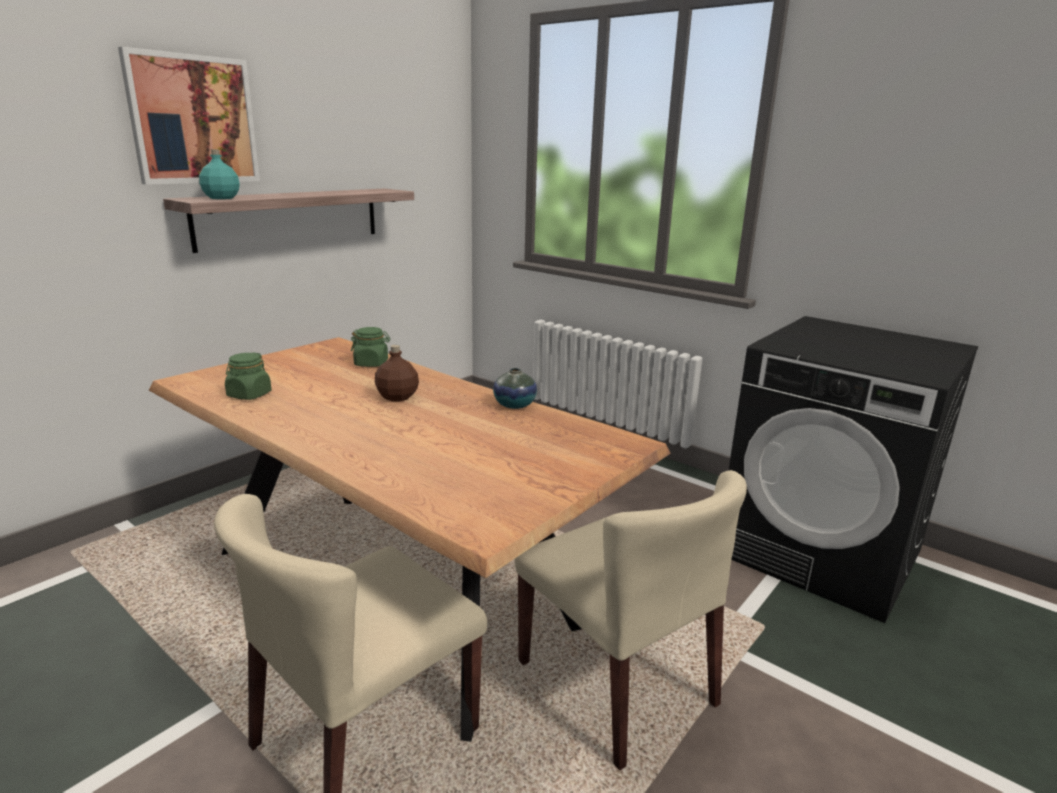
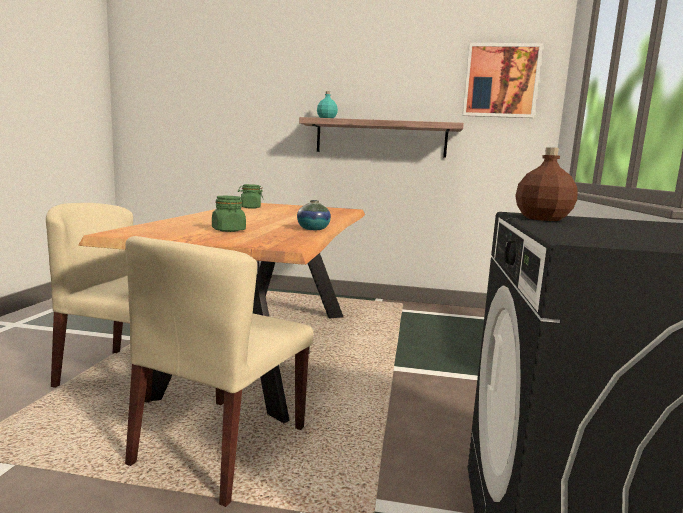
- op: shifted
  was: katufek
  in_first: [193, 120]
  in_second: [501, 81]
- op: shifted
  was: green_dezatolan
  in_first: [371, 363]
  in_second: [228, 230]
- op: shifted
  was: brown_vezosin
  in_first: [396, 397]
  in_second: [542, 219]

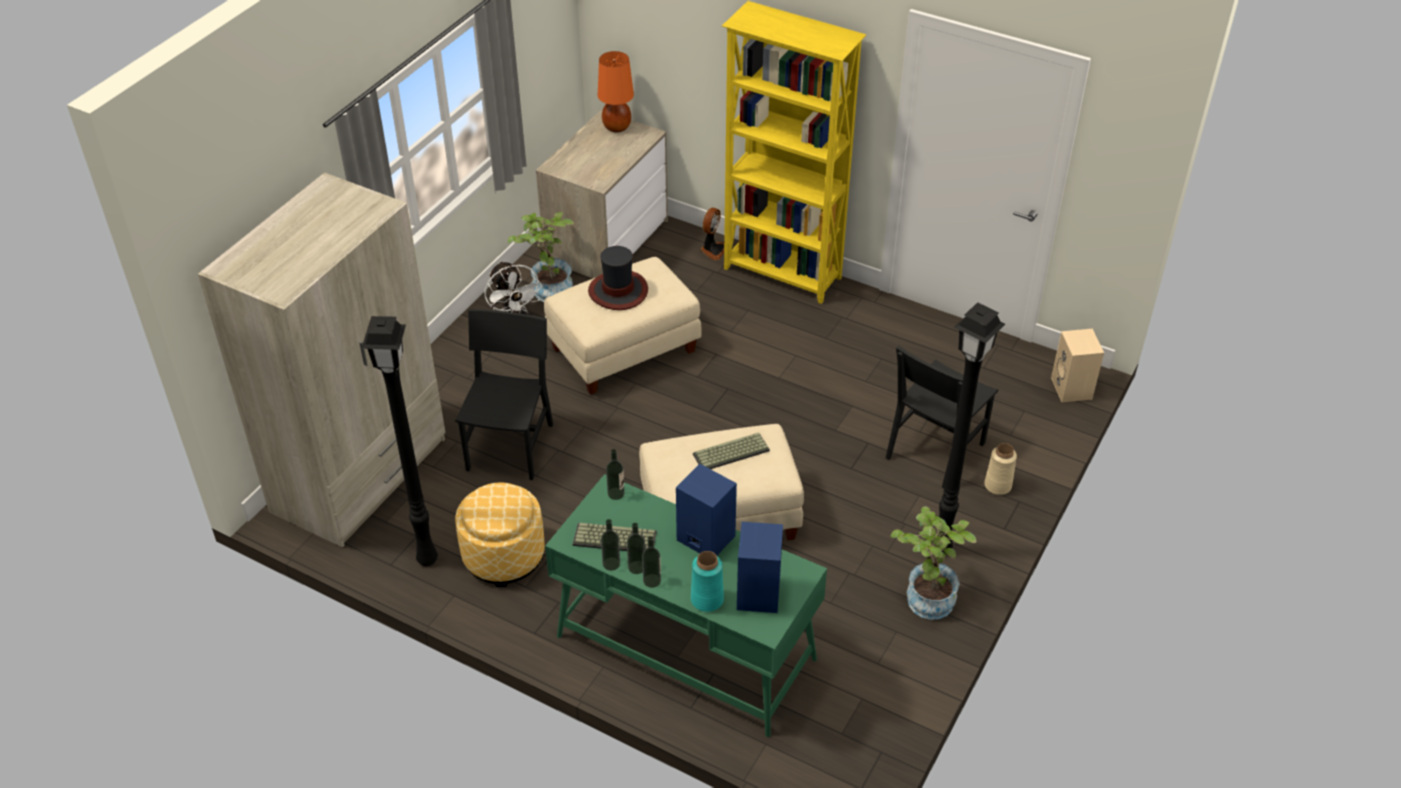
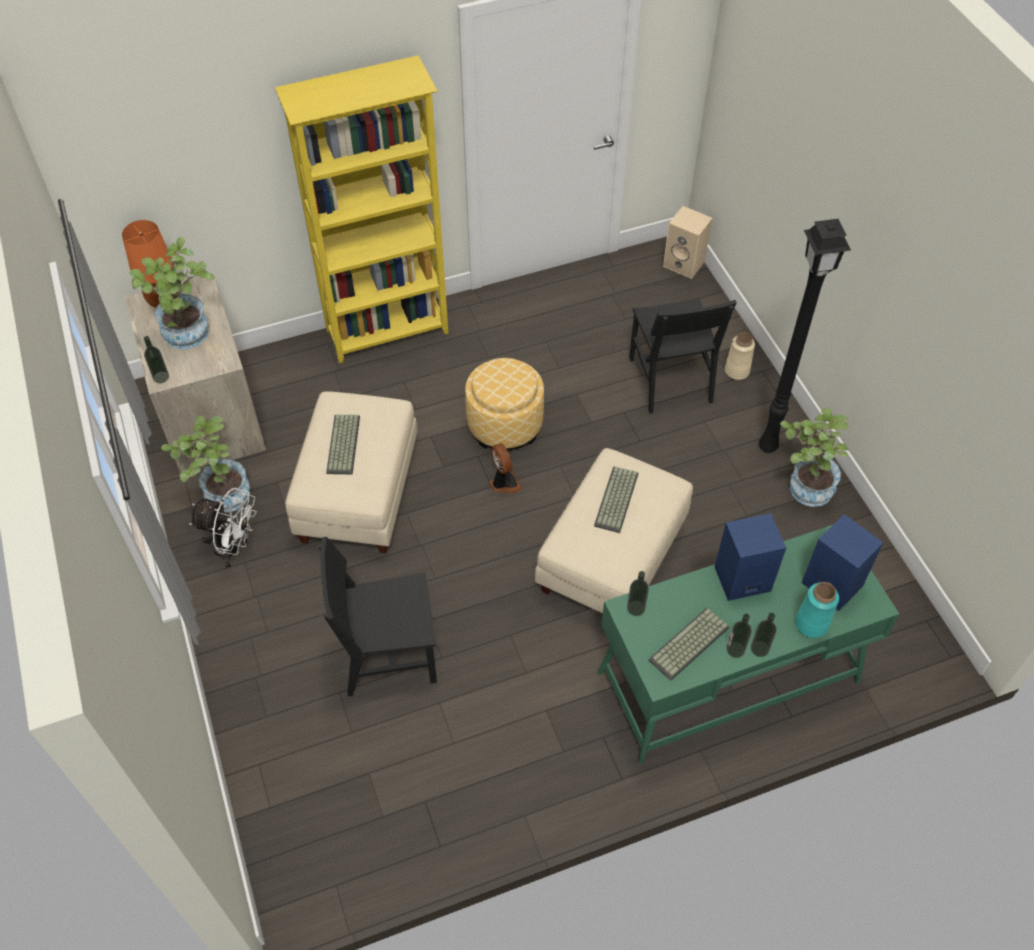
- op: gone
  was: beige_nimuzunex
  in_first: [361, 475]
- op: gone
  was: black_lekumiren
  in_first: [426, 558]
- op: rotated
  was: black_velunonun
  in_first: [510, 447]
  in_second: [388, 654]
  clockwise: -60
- op: shifted
  was: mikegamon
  in_first: [503, 556]
  in_second: [505, 424]
- op: swapped
  was: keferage
  now: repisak
  in_first: [618, 291]
  in_second: [344, 445]
- op: shifted
  was: vezosin
  in_first: [611, 563]
  in_second: [161, 377]
- op: shifted
  was: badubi
  in_first: [713, 250]
  in_second: [504, 483]
- op: new
  now: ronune
  in_second: [189, 337]

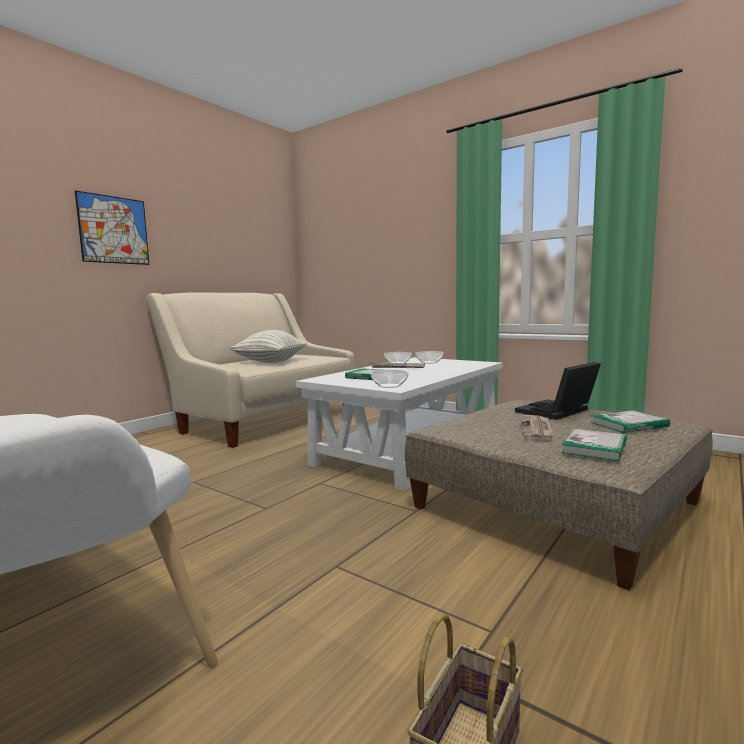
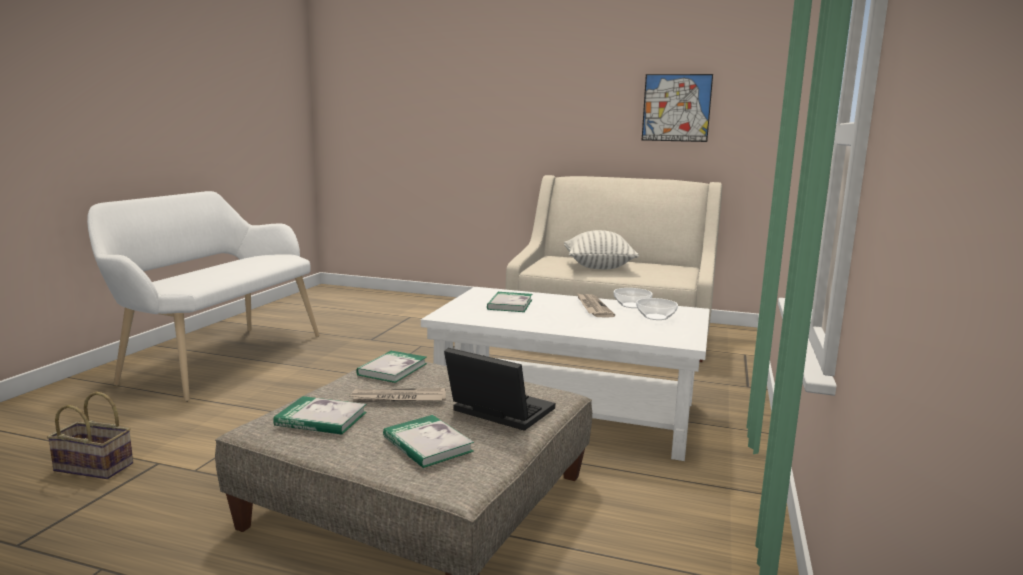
- op: shifted
  was: katufek
  in_first: [114, 230]
  in_second: [676, 108]
- op: gone
  was: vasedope
  in_first: [389, 385]
- op: new
  now: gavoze
  in_second: [392, 369]

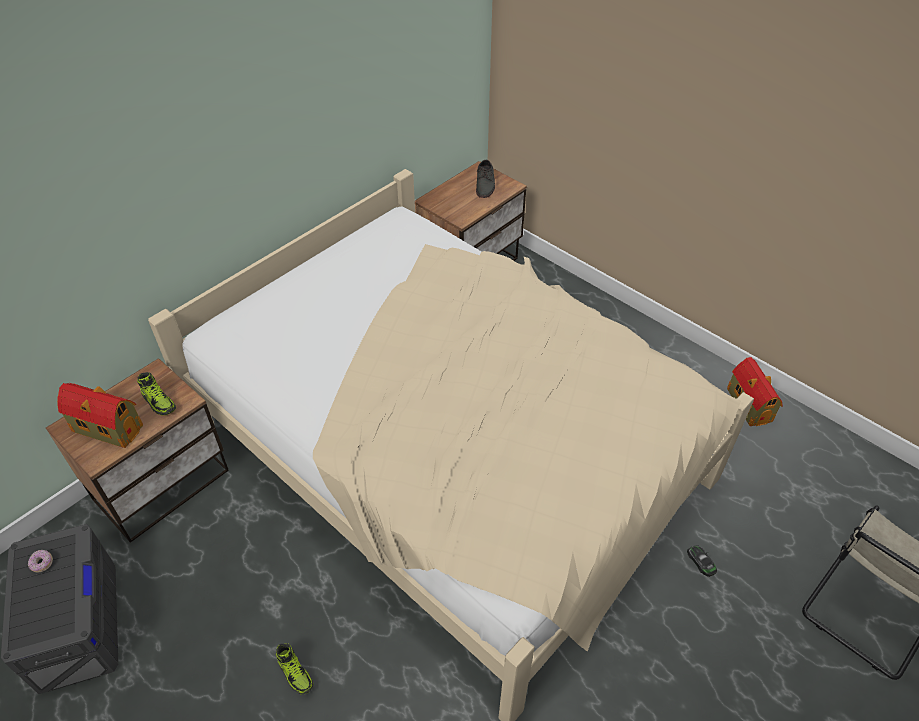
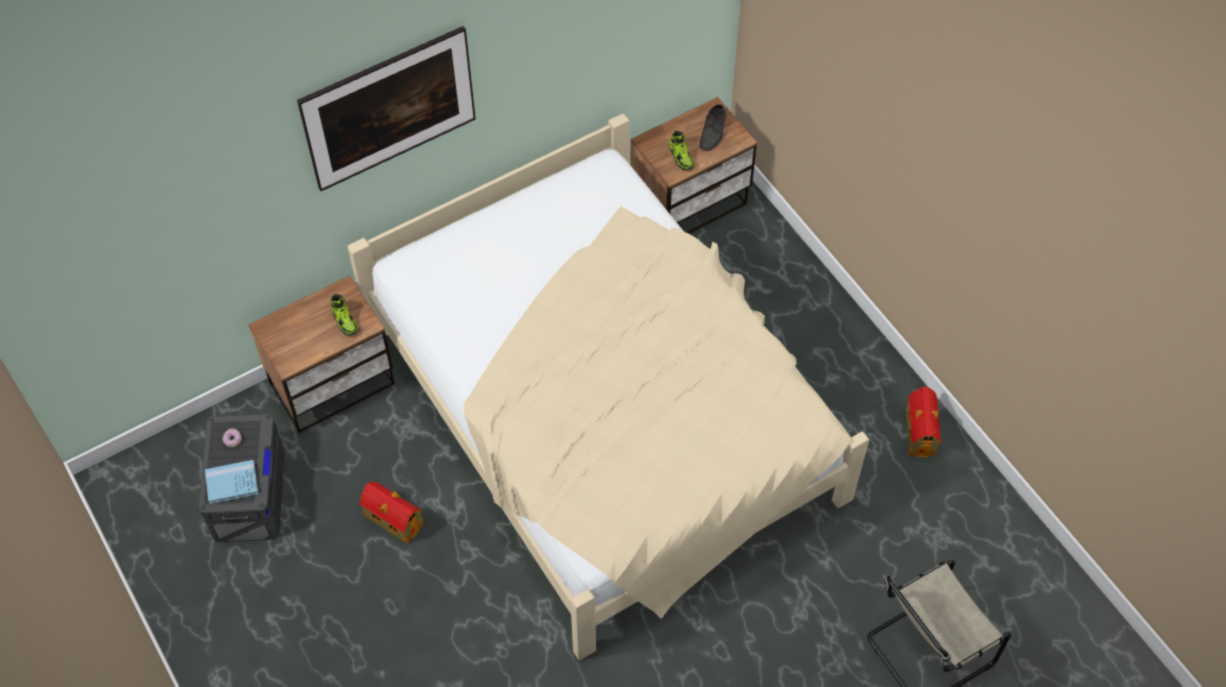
- op: shifted
  was: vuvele
  in_first: [106, 428]
  in_second: [393, 519]
- op: shifted
  was: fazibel
  in_first: [295, 672]
  in_second: [681, 157]
- op: gone
  was: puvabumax
  in_first: [701, 562]
- op: new
  now: blue_gavoze
  in_second: [232, 483]
- op: new
  now: katufek
  in_second: [393, 130]

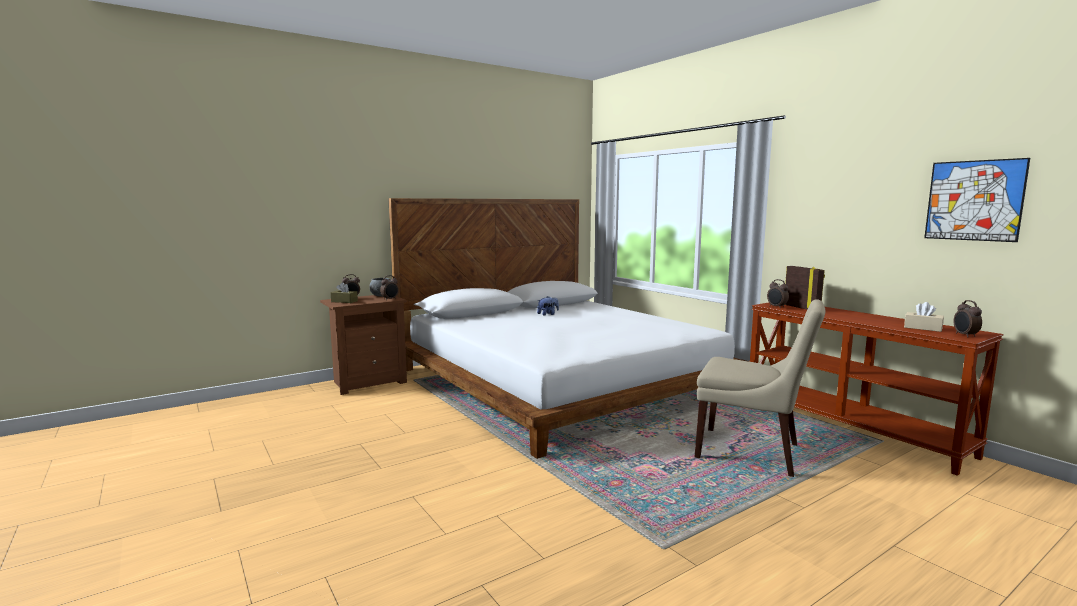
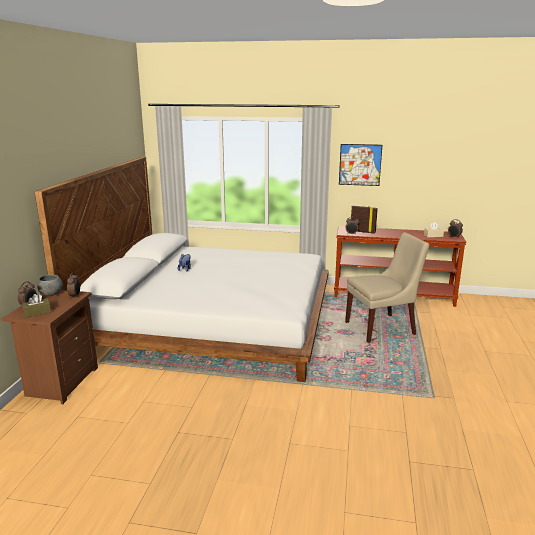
- op: shifted
  was: katufek
  in_first: [974, 200]
  in_second: [360, 164]

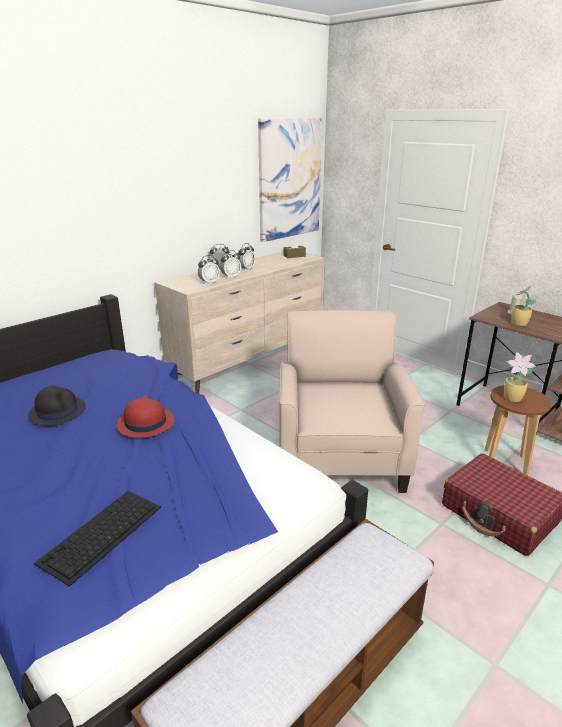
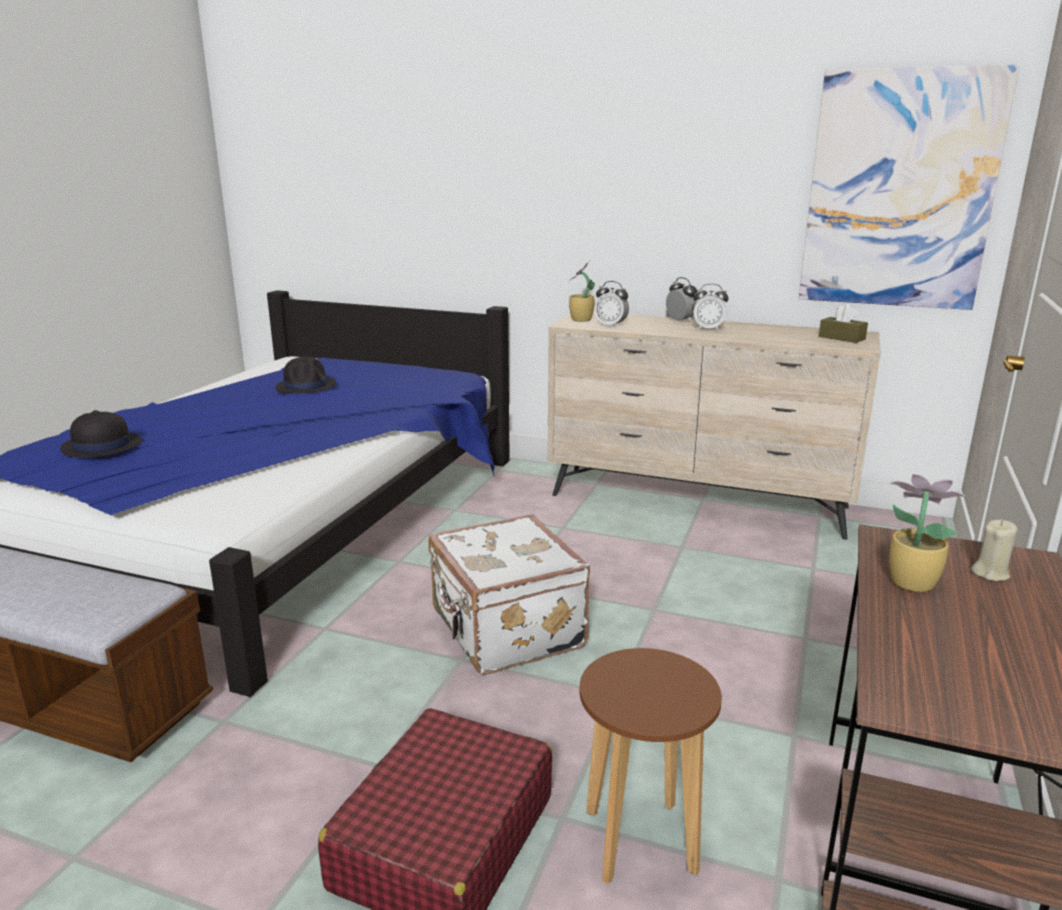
- op: swapped
  was: repisak
  now: black_keferage
  in_first: [101, 535]
  in_second: [101, 446]
- op: gone
  was: red_keferage
  in_first: [145, 423]
- op: gone
  was: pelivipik
  in_first: [231, 277]
- op: swapped
  was: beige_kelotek
  now: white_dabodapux
  in_first: [339, 456]
  in_second: [505, 631]
- op: shifted
  was: ronune
  in_first: [513, 399]
  in_second: [580, 320]

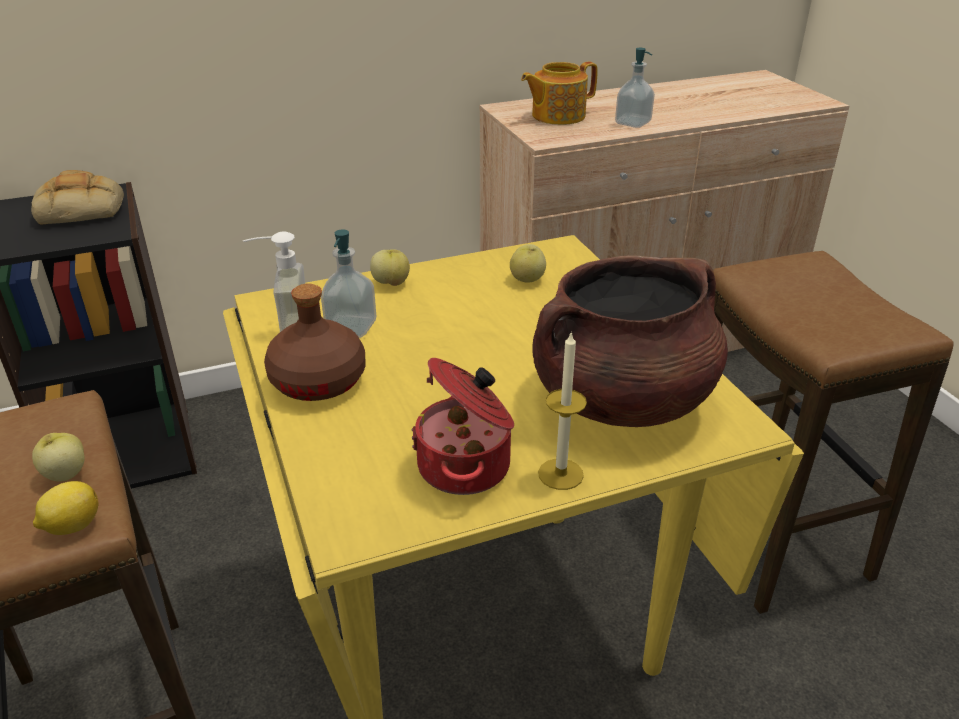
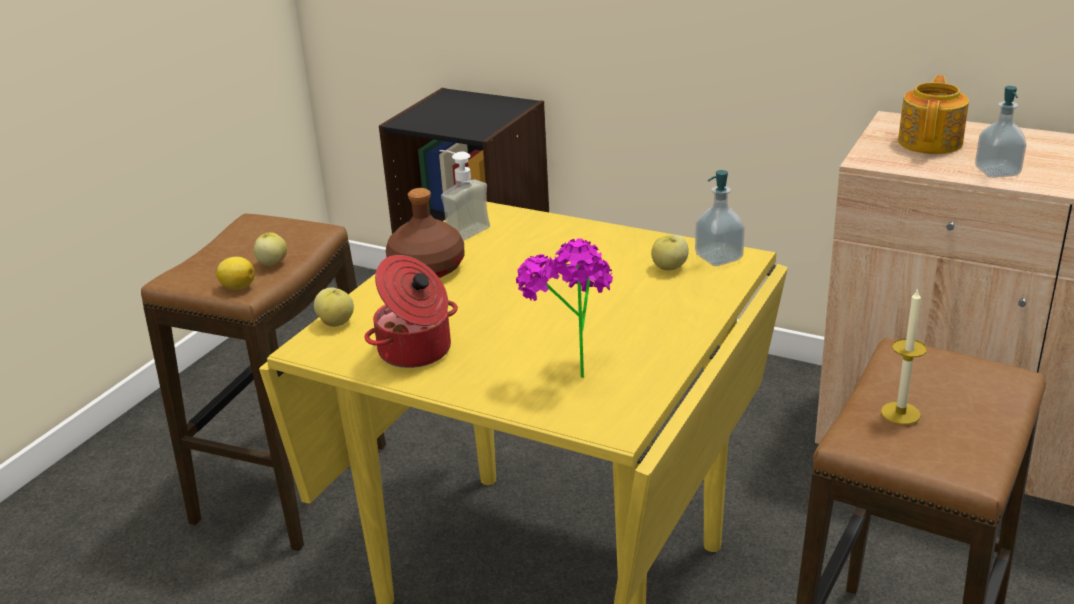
- op: gone
  was: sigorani
  in_first: [83, 208]
- op: shifted
  was: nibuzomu
  in_first: [351, 327]
  in_second: [718, 257]
- op: shifted
  was: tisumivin
  in_first: [391, 283]
  in_second: [336, 322]
- op: rotated
  was: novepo
  in_first: [557, 116]
  in_second: [931, 142]
  clockwise: 90
- op: swapped
  was: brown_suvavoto
  now: ronune
  in_first: [621, 400]
  in_second: [570, 369]
- op: shifted
  was: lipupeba
  in_first: [560, 474]
  in_second: [900, 413]

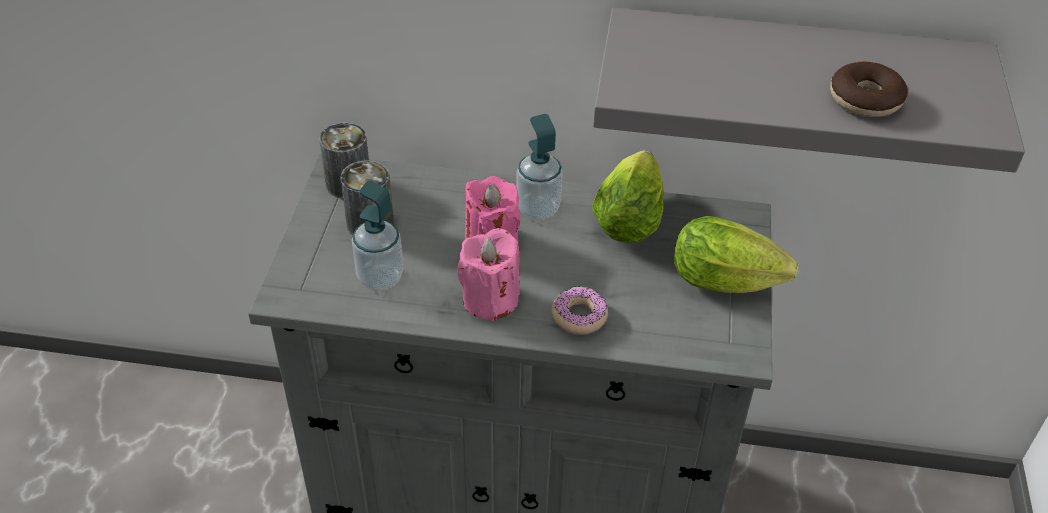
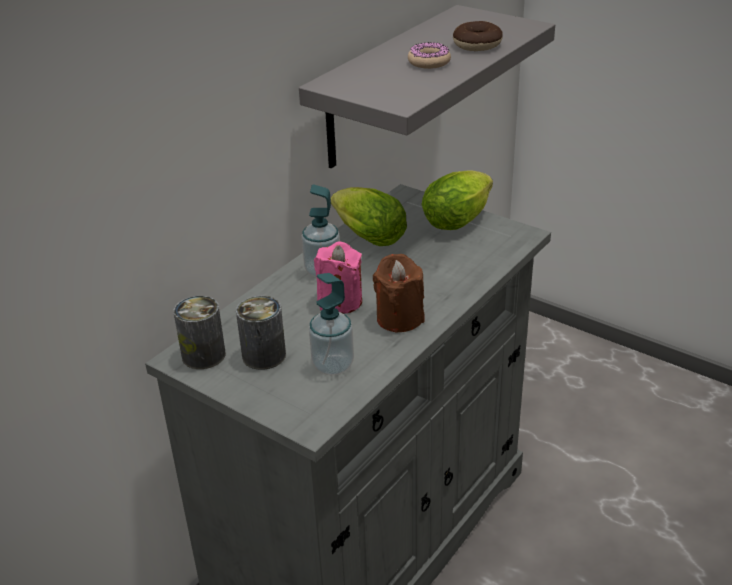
- op: repainted
  was: pink_lipupeba
  now: brown_lipupeba
  in_first: [490, 299]
  in_second: [399, 318]
- op: shifted
  was: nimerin
  in_first: [579, 316]
  in_second: [429, 62]

